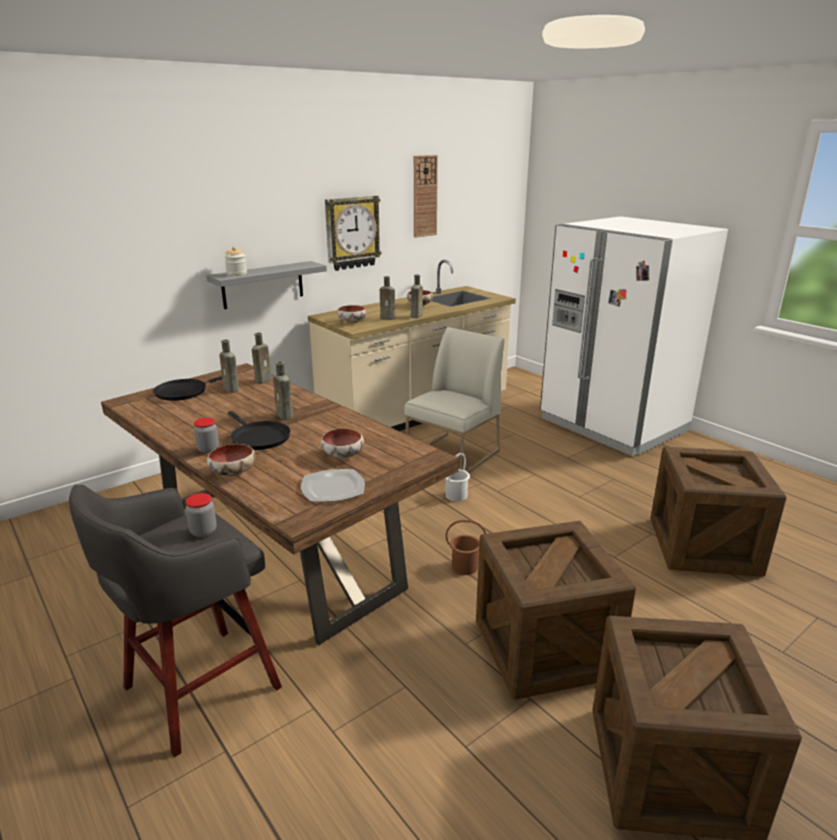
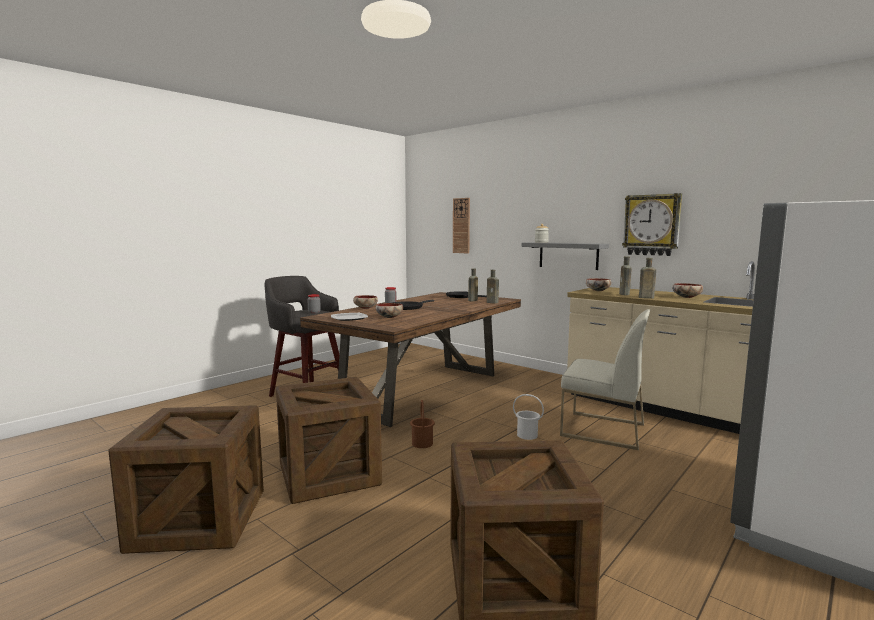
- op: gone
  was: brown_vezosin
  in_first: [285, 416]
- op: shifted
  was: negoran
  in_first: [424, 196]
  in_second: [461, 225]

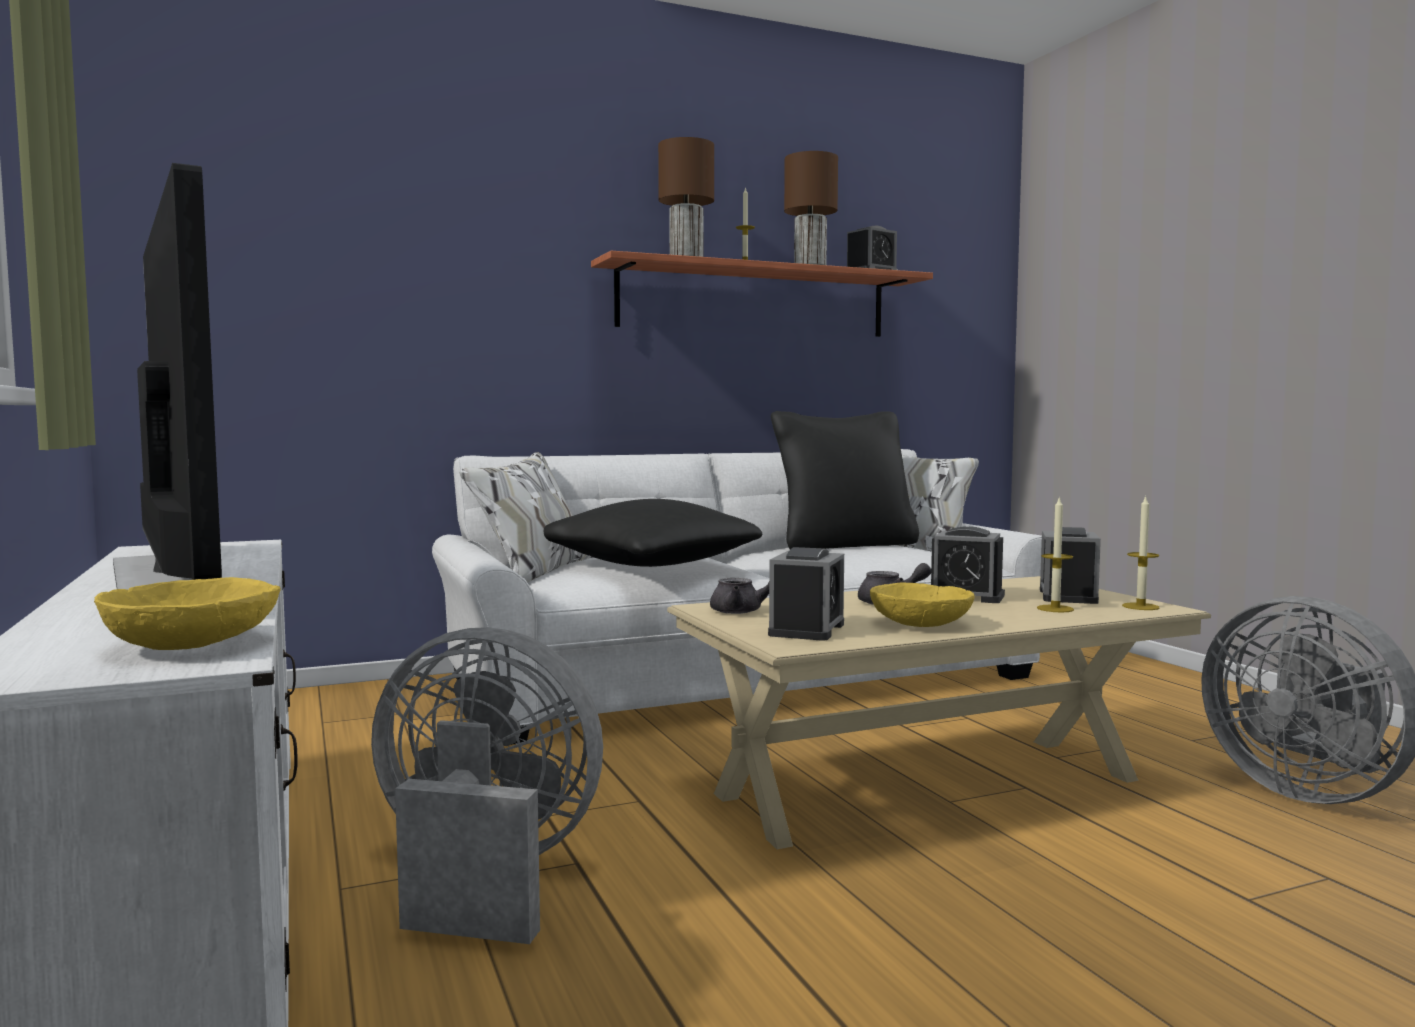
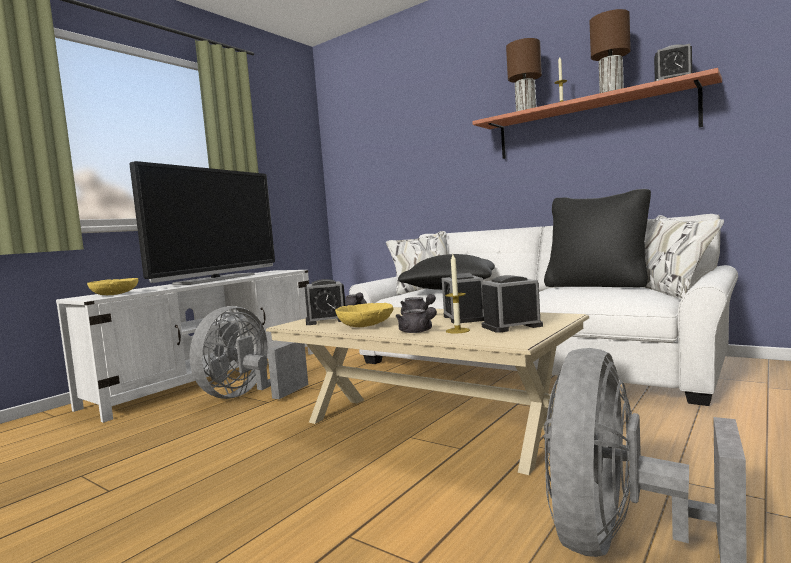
- op: rotated
  was: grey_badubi
  in_first: [483, 876]
  in_second: [247, 396]
  clockwise: -135
- op: gone
  was: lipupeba
  in_first: [1140, 606]
- op: new
  now: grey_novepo
  in_second: [417, 332]

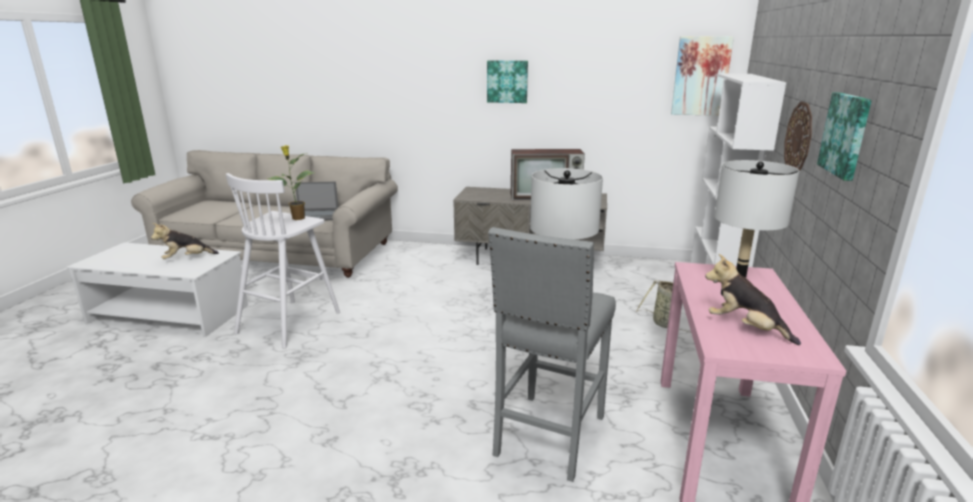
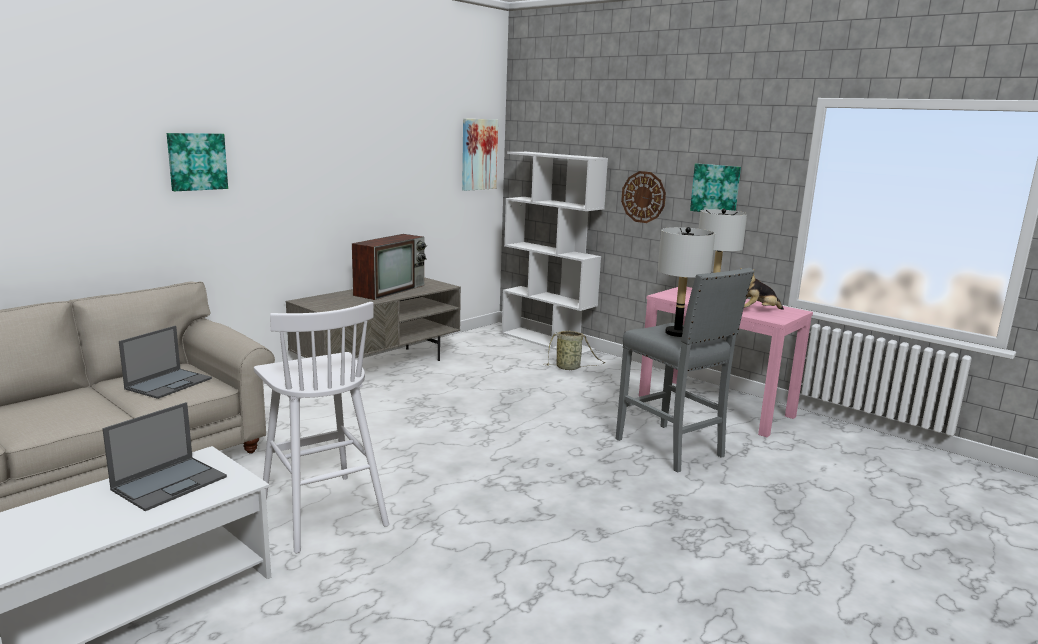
- op: swapped
  was: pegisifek
  now: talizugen
  in_first: [186, 259]
  in_second: [170, 483]
- op: gone
  was: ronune
  in_first: [297, 218]
- op: shifted
  was: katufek
  in_first: [507, 81]
  in_second: [197, 161]

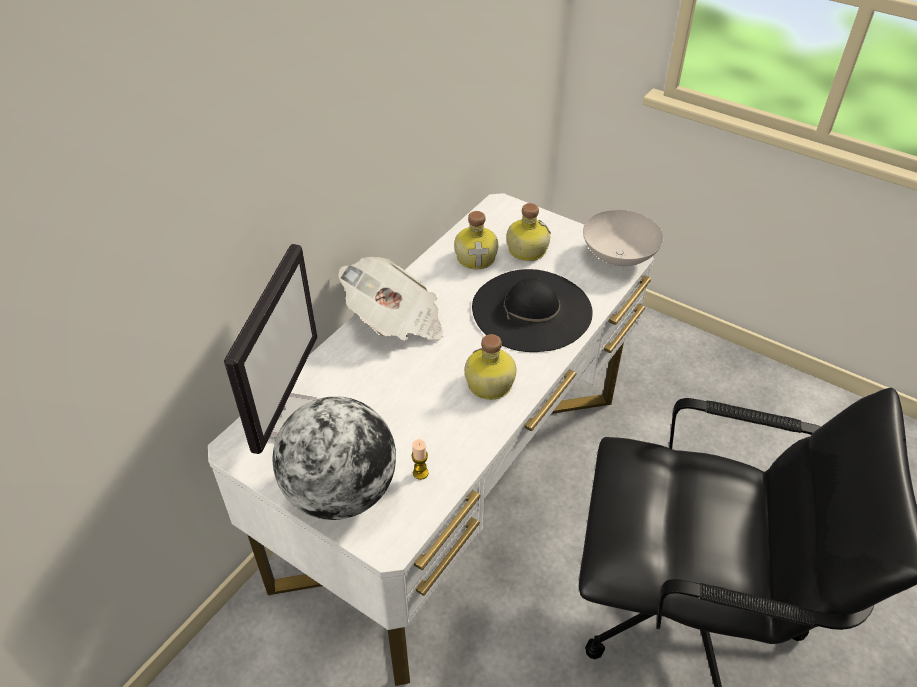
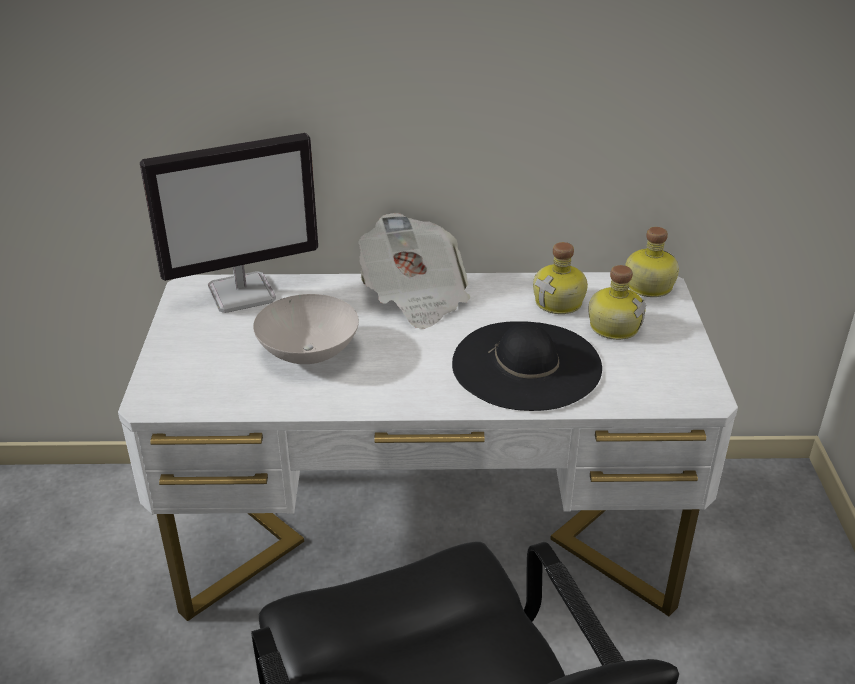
- op: gone
  was: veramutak
  in_first: [341, 493]
- op: gone
  was: lipupeba
  in_first: [420, 473]
- op: shifted
  was: vezosin
  in_first: [488, 385]
  in_second: [647, 286]
- op: shifted
  was: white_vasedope
  in_first: [617, 256]
  in_second: [309, 353]

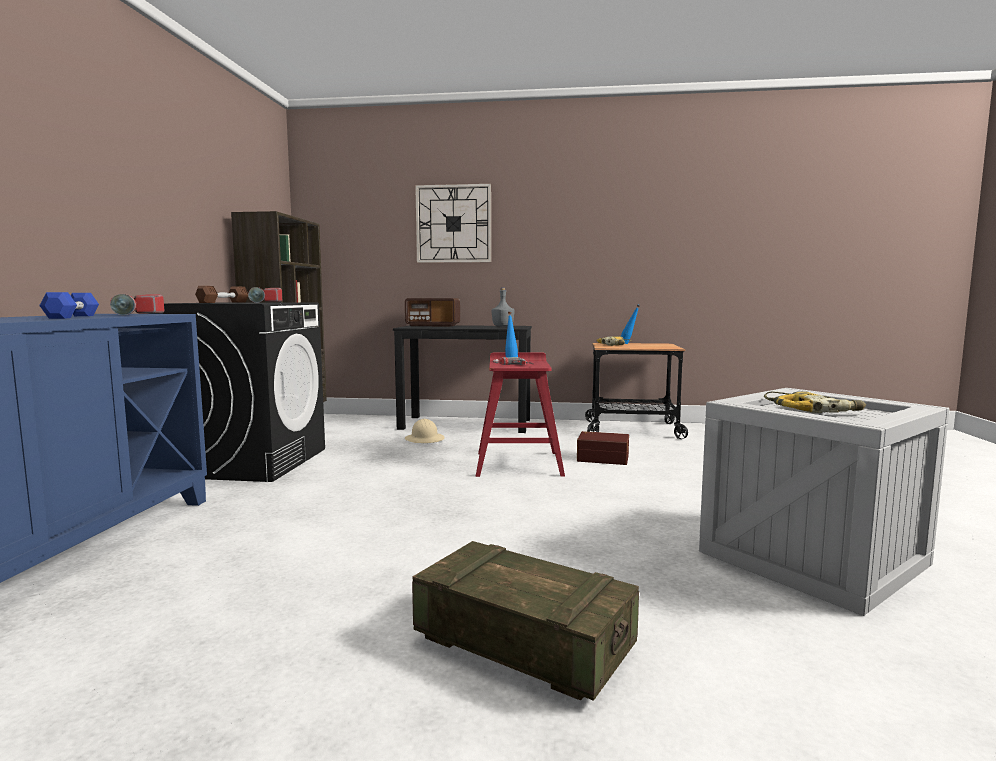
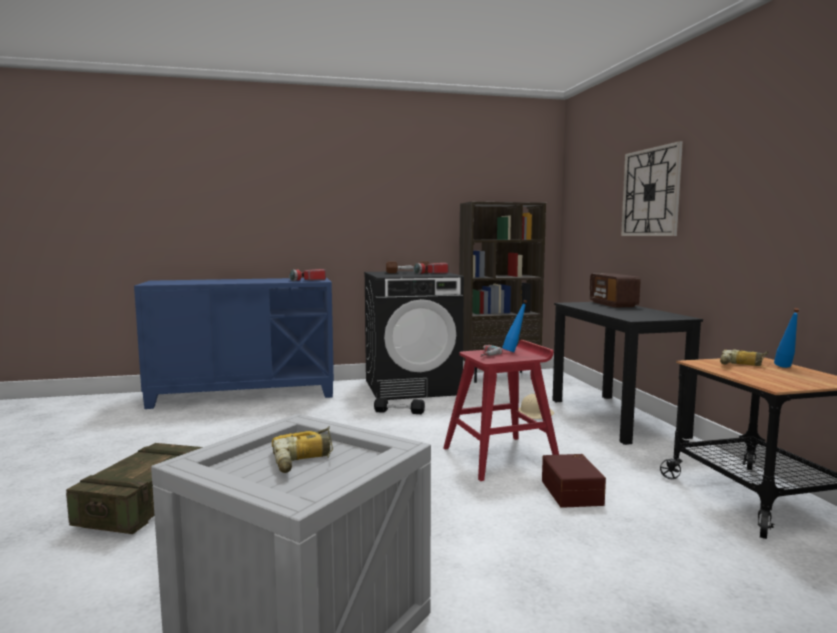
- op: gone
  was: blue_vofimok
  in_first: [72, 317]
- op: gone
  was: grey_vezosin
  in_first: [503, 326]
- op: new
  now: black_vofimok
  in_second: [399, 412]

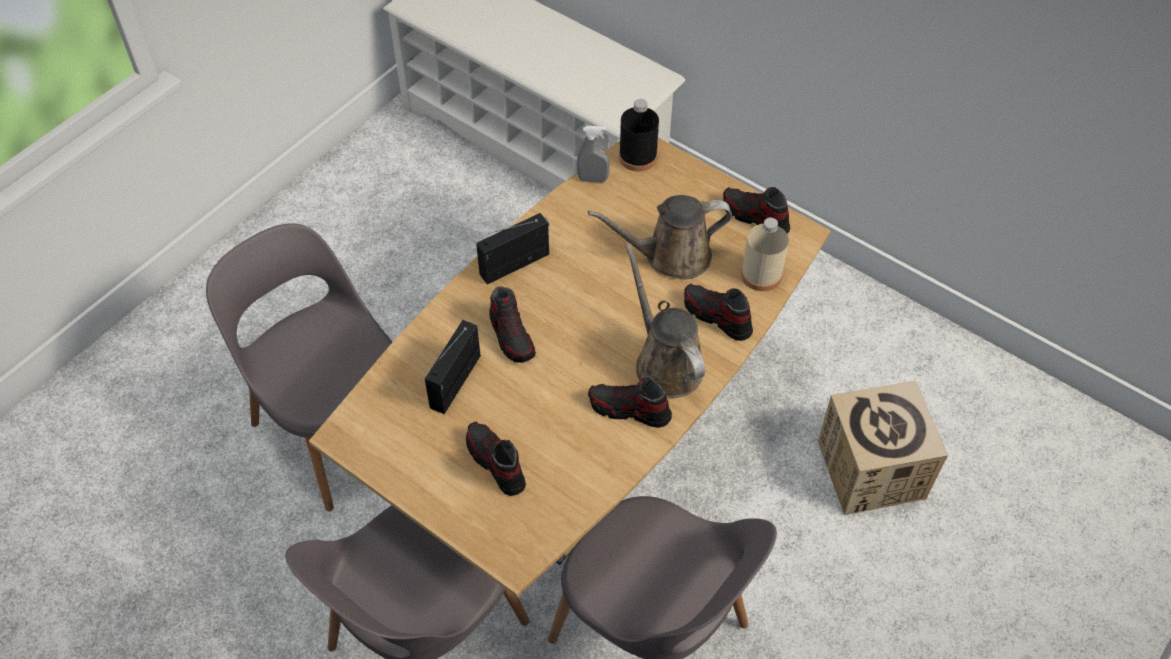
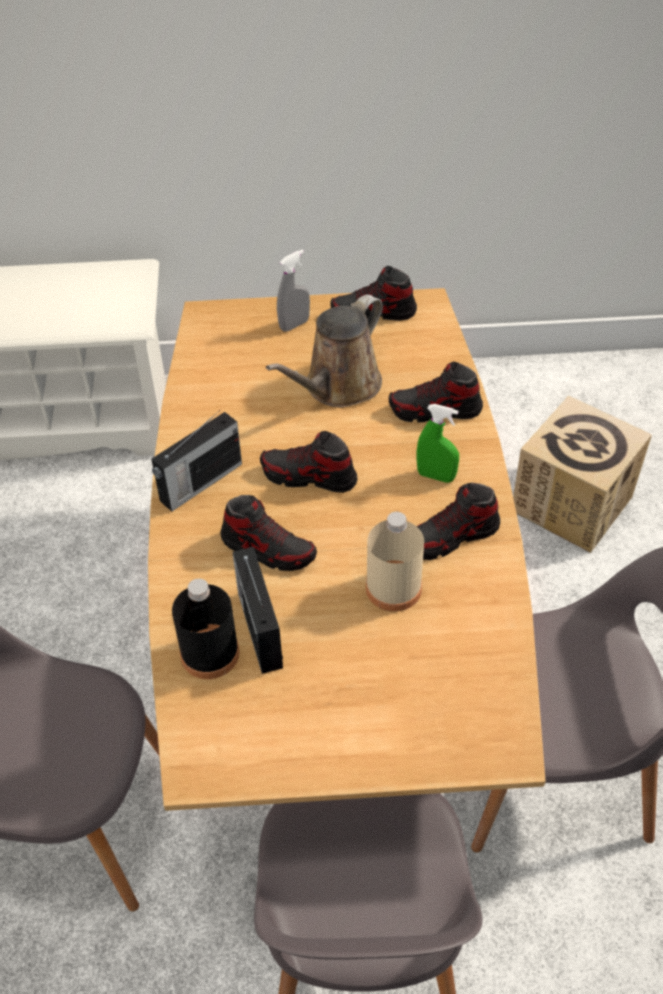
- op: shifted
  was: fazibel
  in_first: [496, 463]
  in_second: [309, 477]
- op: rotated
  was: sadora
  in_first: [516, 264]
  in_second: [199, 483]
  clockwise: -150
- op: shifted
  was: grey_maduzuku
  in_first: [593, 179]
  in_second: [294, 325]
- op: shifted
  was: black_vezosin
  in_first: [638, 157]
  in_second: [210, 653]
- op: swapped
  was: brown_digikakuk
  now: green_maduzuku
  in_first: [665, 363]
  in_second: [436, 476]
- op: shifted
  was: beige_vezosin
  in_first: [761, 275]
  in_second: [393, 588]

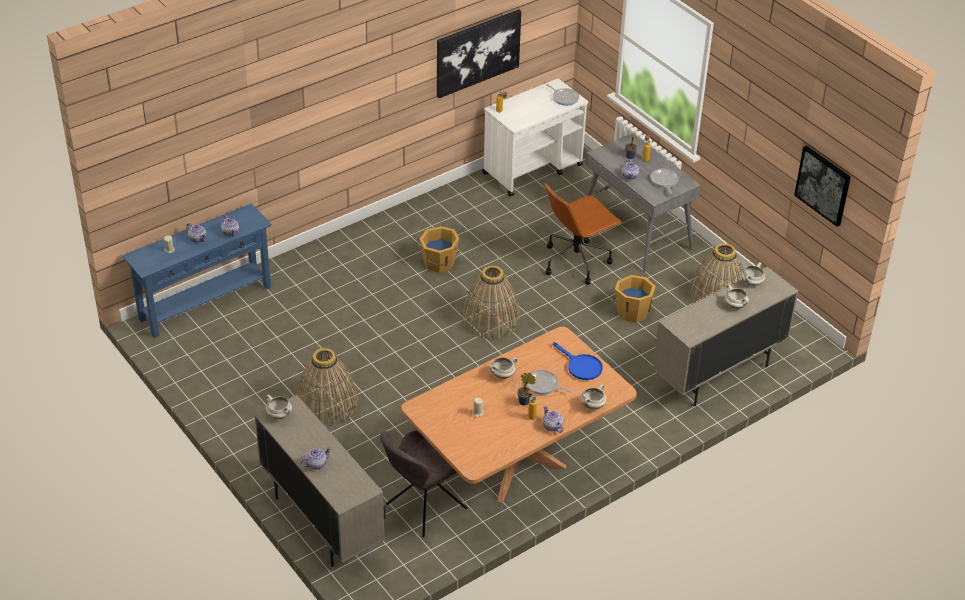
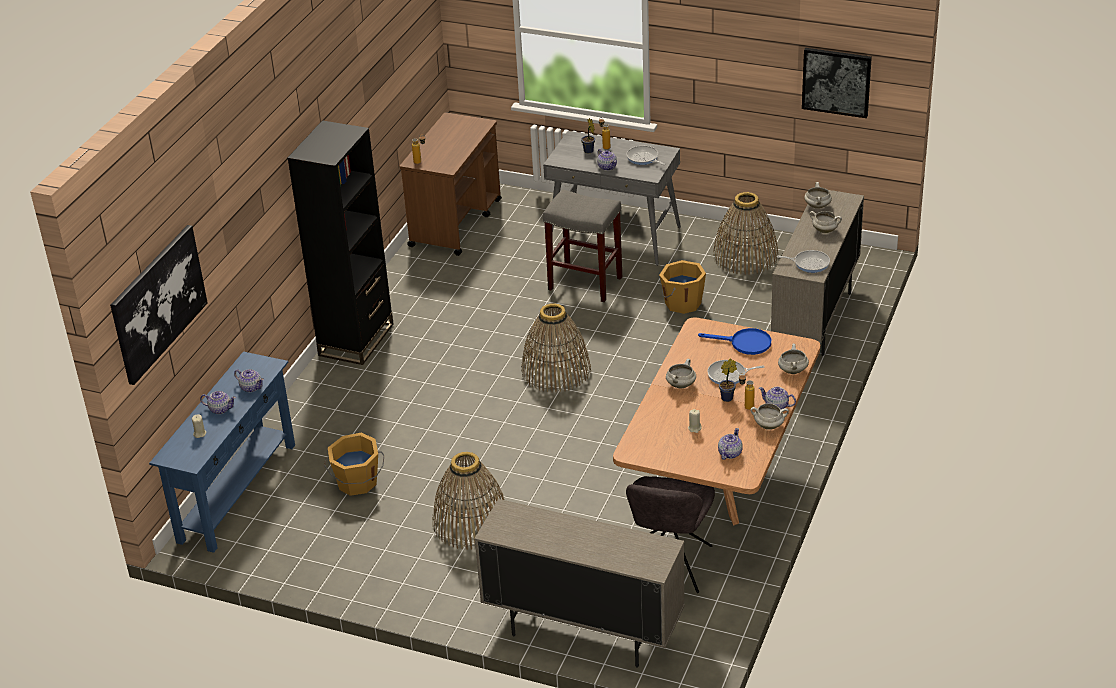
- op: shifted
  was: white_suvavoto
  in_first: [280, 415]
  in_second: [769, 425]
- op: shifted
  was: novepo
  in_first: [316, 464]
  in_second: [729, 453]
- op: shifted
  was: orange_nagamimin
  in_first: [439, 263]
  in_second: [357, 483]
- op: shifted
  was: katufek
  in_first: [477, 52]
  in_second: [158, 303]
- op: repainted
  was: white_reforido
  now: brown_reforido
  in_first: [533, 169]
  in_second: [456, 222]
- op: swapped
  was: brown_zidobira
  now: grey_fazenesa
  in_first: [576, 261]
  in_second: [584, 283]
- op: shifted
  was: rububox
  in_first: [564, 98]
  in_second: [809, 263]
- op: new
  now: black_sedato
  in_second: [356, 340]

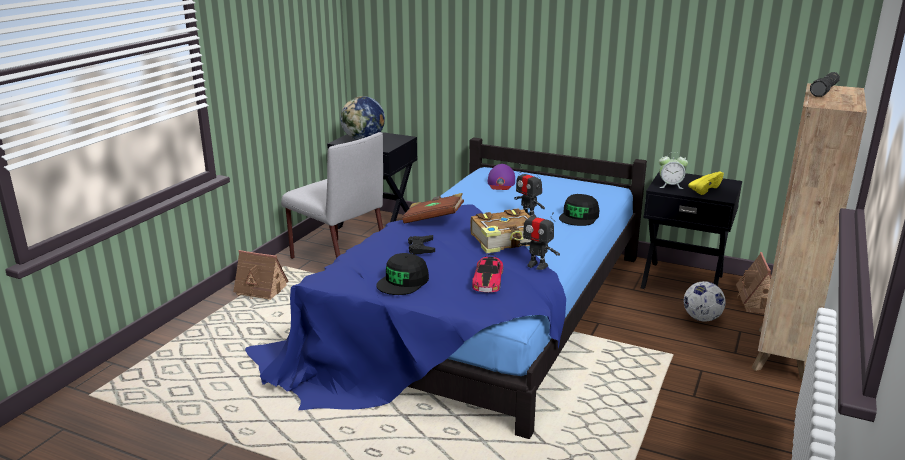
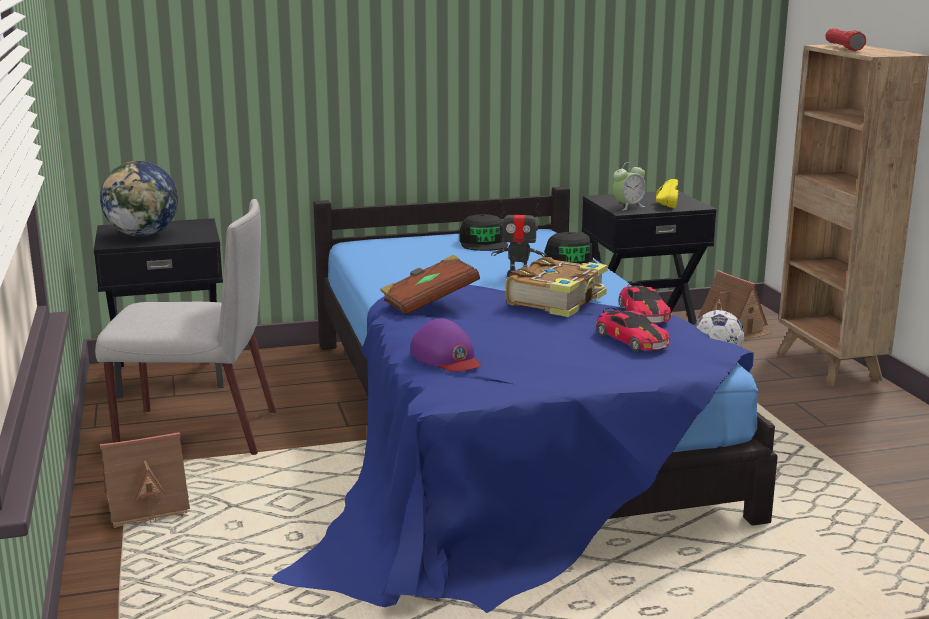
- op: shifted
  was: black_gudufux
  in_first: [403, 282]
  in_second: [483, 243]
- op: gone
  was: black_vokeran
  in_first: [421, 248]
- op: shifted
  was: purple_gudufux
  in_first: [501, 183]
  in_second: [446, 357]
- op: swapped
  was: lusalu
  now: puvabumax
  in_first: [537, 265]
  in_second: [643, 313]
- op: repainted
  was: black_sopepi
  now: red_sopepi
  in_first: [824, 91]
  in_second: [843, 48]

